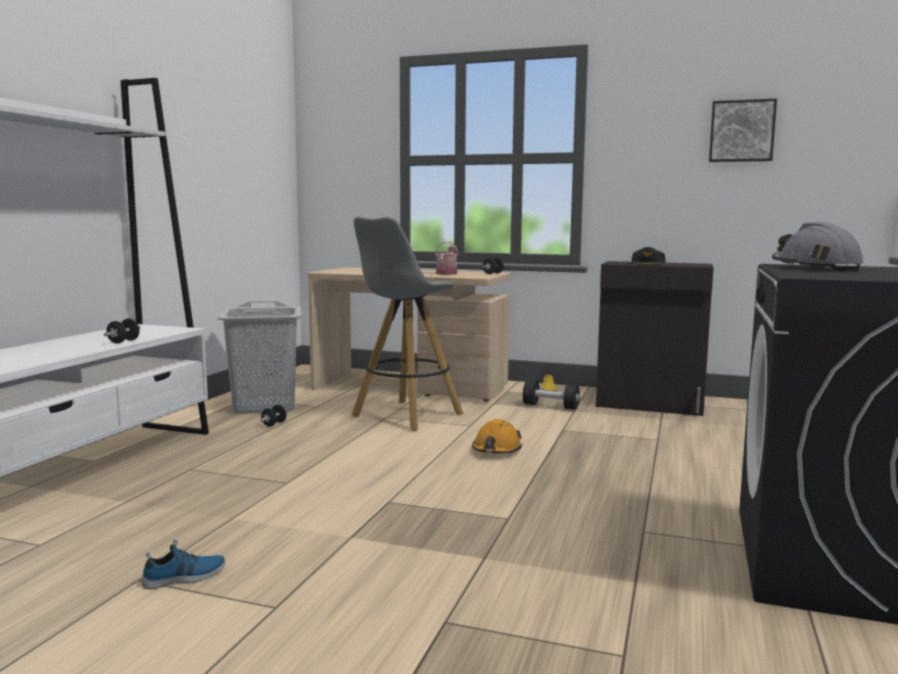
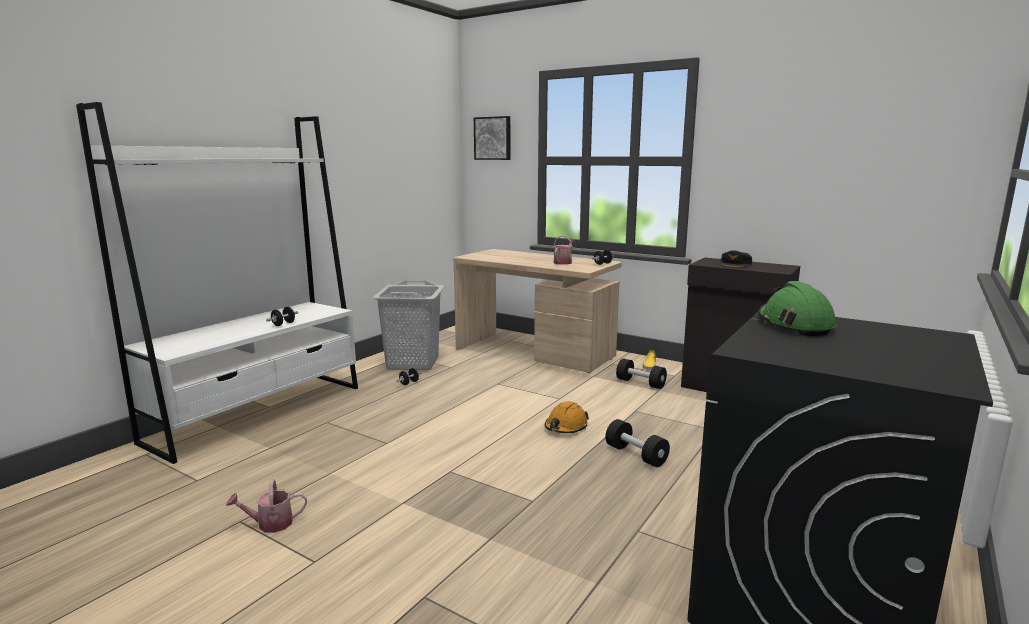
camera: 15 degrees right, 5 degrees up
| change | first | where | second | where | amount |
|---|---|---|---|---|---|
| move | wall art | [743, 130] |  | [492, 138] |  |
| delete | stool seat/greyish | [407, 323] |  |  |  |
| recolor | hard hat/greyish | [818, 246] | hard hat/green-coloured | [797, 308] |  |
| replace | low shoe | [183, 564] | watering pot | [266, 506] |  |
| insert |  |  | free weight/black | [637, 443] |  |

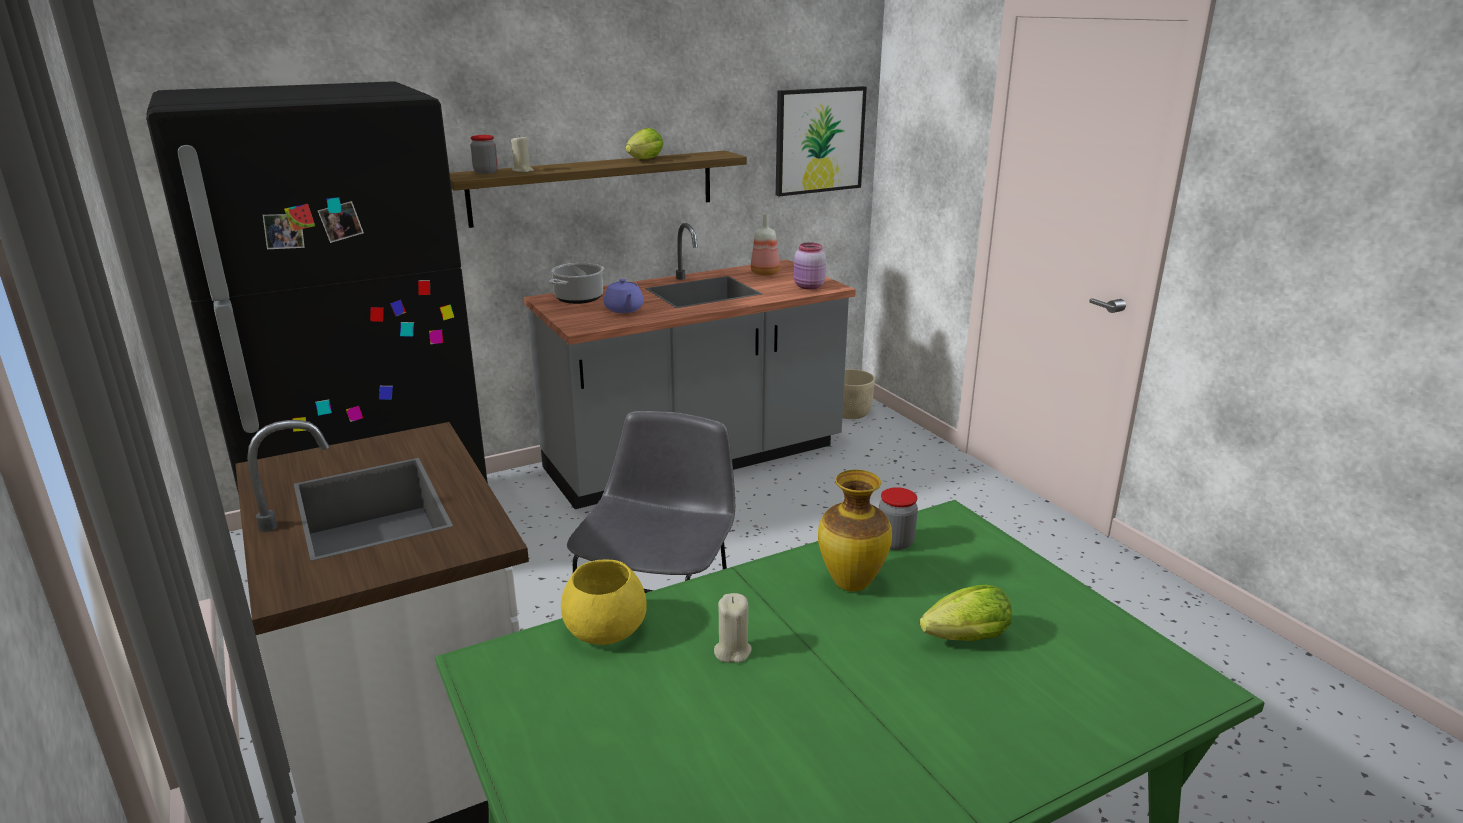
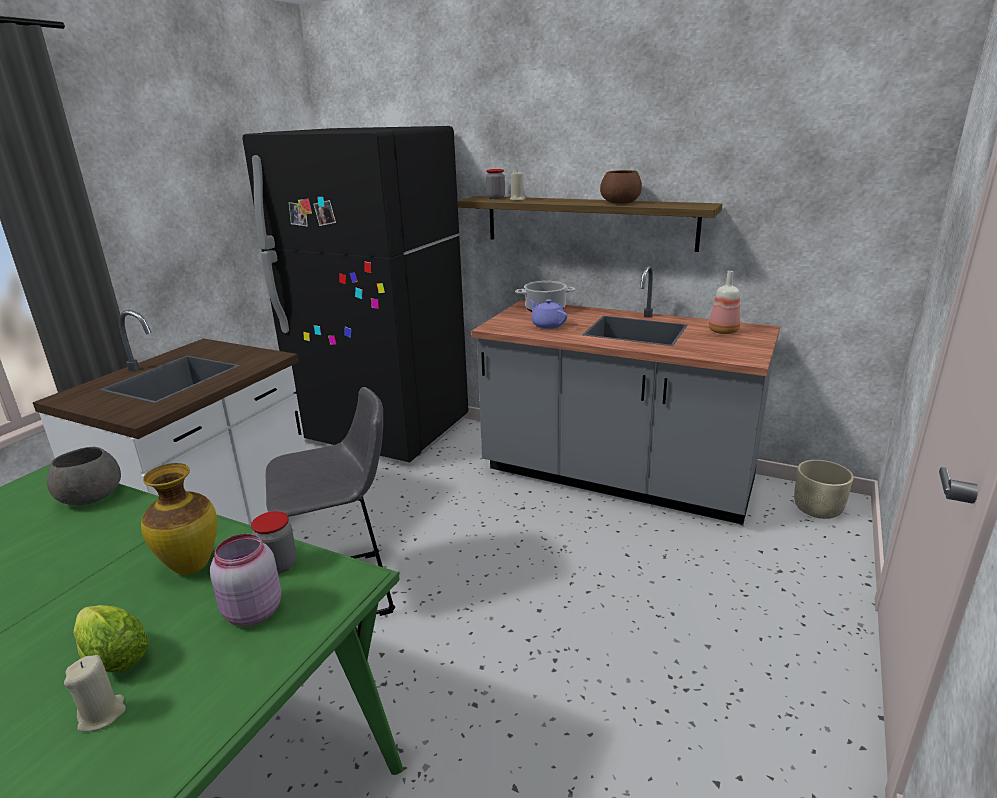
camera: 55 degrees right, 0 degrees up
| change | first | where | second | where | amount |
|---|---|---|---|---|---|
| delete | wall art | [821, 141] |  |  |  |
| replace | lettuce | [644, 143] | deep dish/brown | [621, 187] |  |
| move | jar/pink-coloured | [810, 266] |  | [246, 580] |  |
| rotate | tea pot/purple | [624, 296] |  | [548, 314] | 105 degrees clockwise |
| recolor | deep dish/yellow-coloured | [604, 602] | deep dish/greyish | [84, 476] |  |
| move | candle/beige | [733, 628] |  | [95, 693] |  |

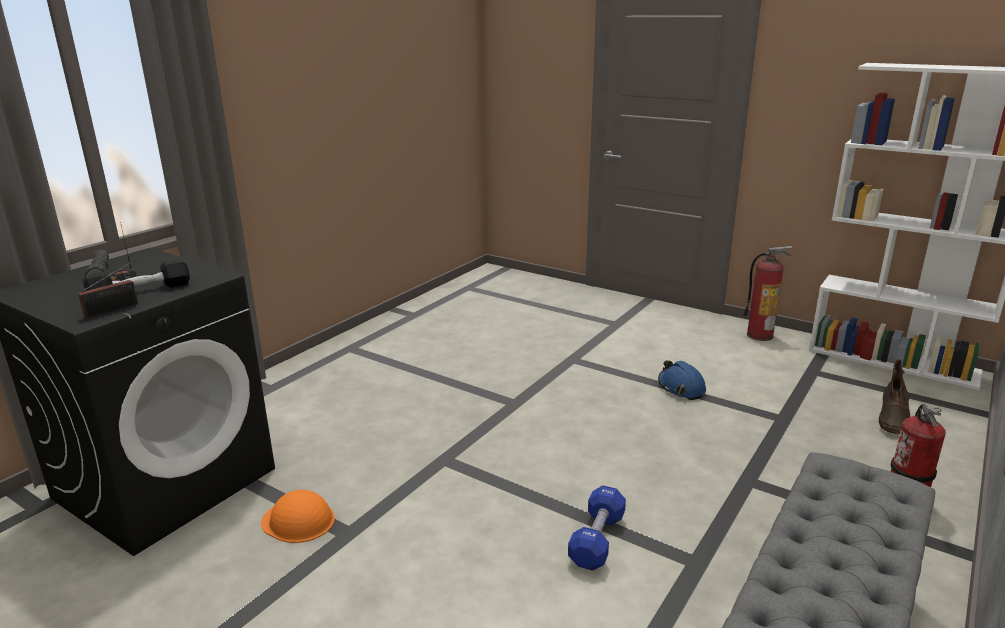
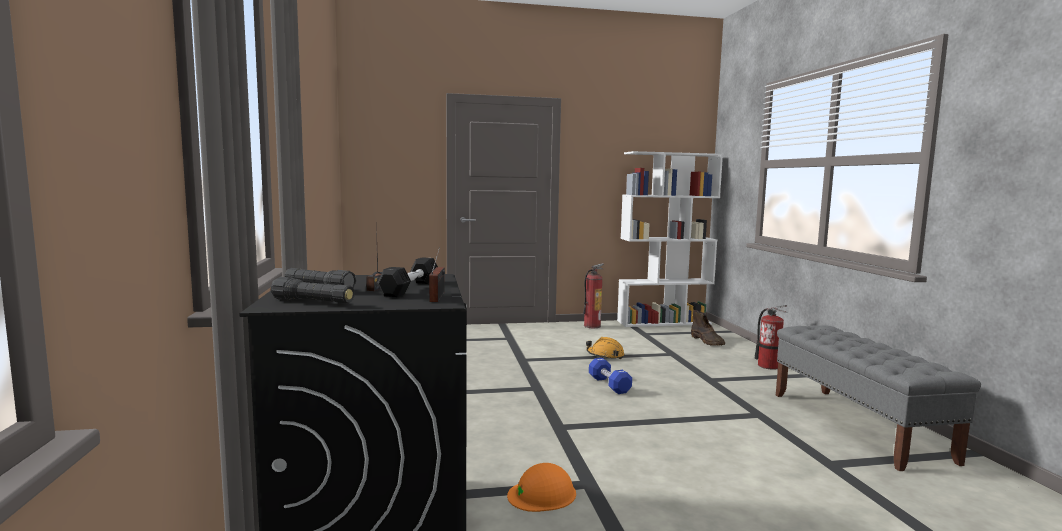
camera: 45 degrees left, 15 degrees down
| change | first | where | second | where | amount |
|---|---|---|---|---|---|
| recolor | hard hat/blue-coloured | [682, 380] | hard hat/orangey | [605, 348] |  |
| move | free weight/blue-coloured | [597, 528] |  | [610, 376] |  |
| insert |  |  | hand torch/black | [313, 290] |  |

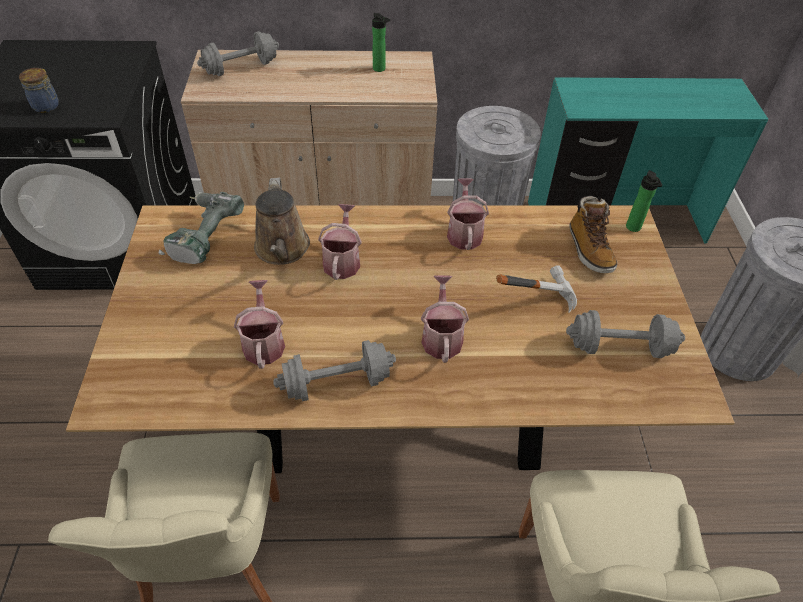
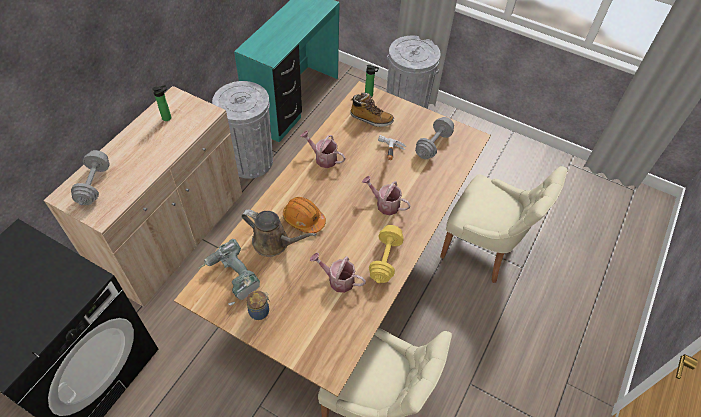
camera: 60 degrees left, 5 degrees up
| change | first | where | second | where | amount |
|---|---|---|---|---|---|
| move | jar | [39, 90] |  | [258, 305] |  |
| replace | watering pot | [340, 242] | hard hat/orangey | [304, 215] |  |
| recolor | free weight/greyish | [334, 370] | free weight/yellow-coloured | [386, 254] |  |

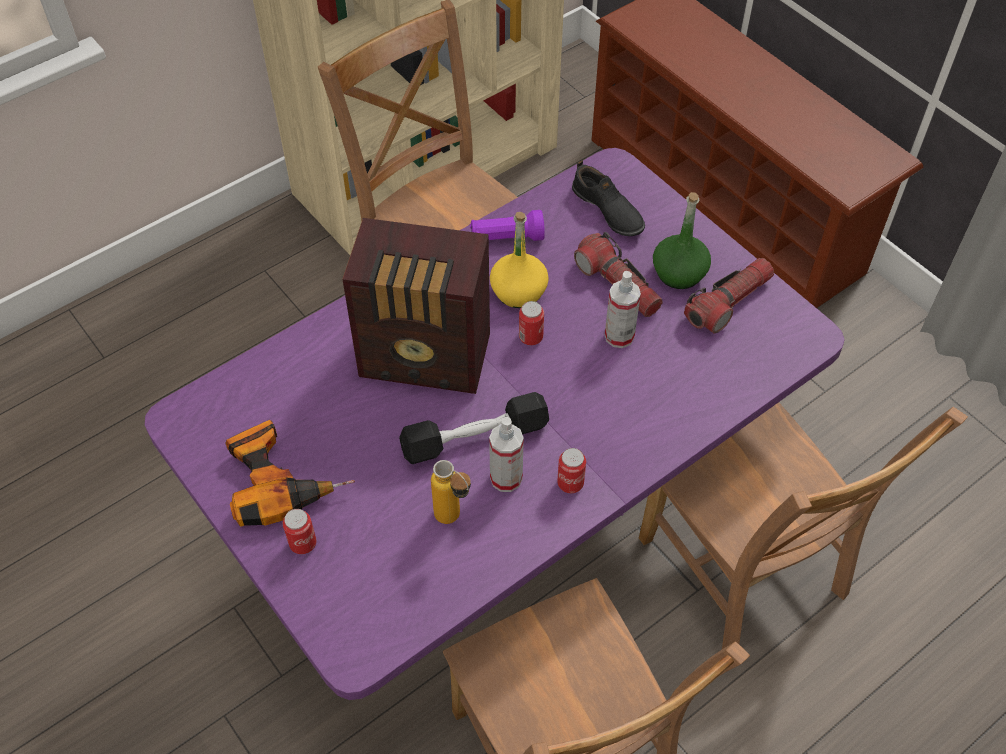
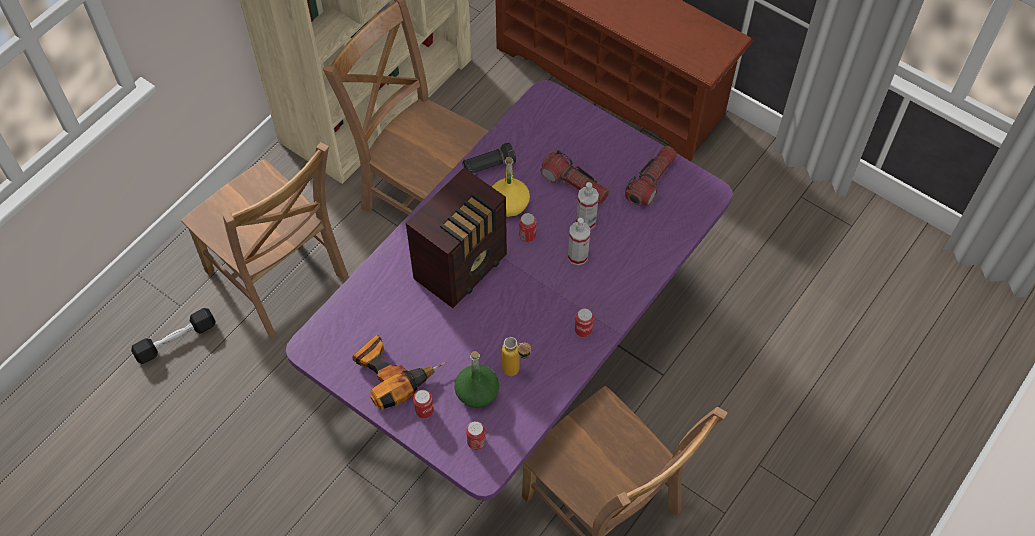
camera: 15 degrees left, 5 degrees up
| change | first | where | second | where | amount |
|---|---|---|---|---|---|
| delete | low shoe/black | [608, 198] |  |  |  |
| move | beverage bottle/green-coloured | [682, 240] |  | [476, 379] |  |
| recolor | hand torch/purple | [507, 225] | hand torch/black | [489, 158] |  |
| rotate | radio set | [416, 306] |  | [456, 238] | 45 degrees counterclockwise |
| move | free weight/black | [474, 428] |  | [173, 336] |  |
| move | chair/brown | [803, 525] |  | [264, 240] |  |
| move | spray bottle | [506, 454] |  | [579, 241] |  |
| insert |  |  | metal can | [476, 435] |  |

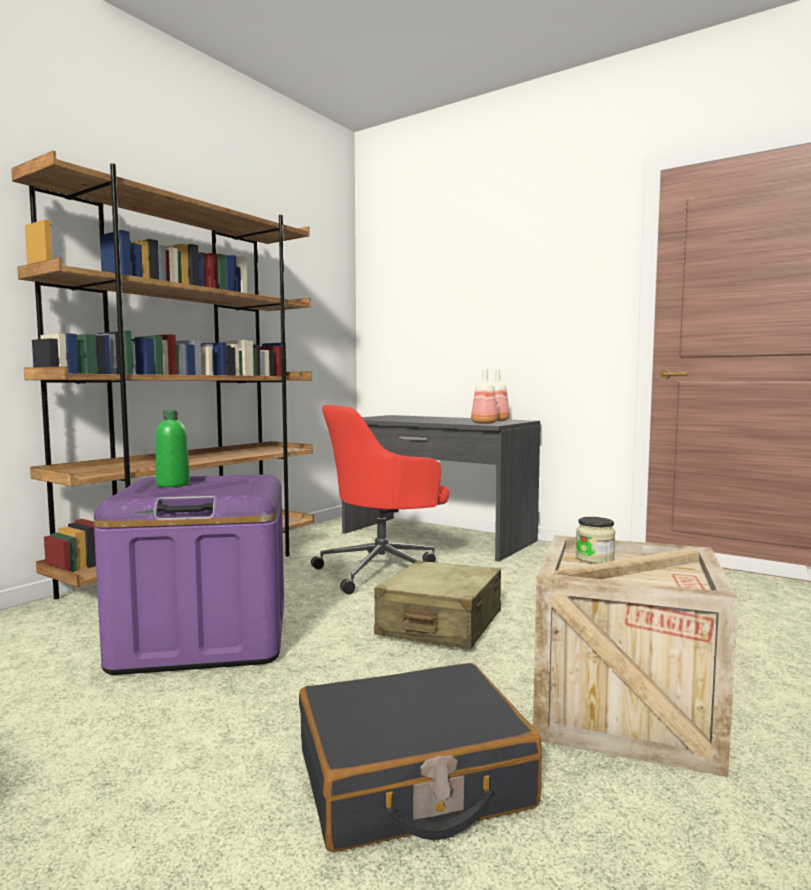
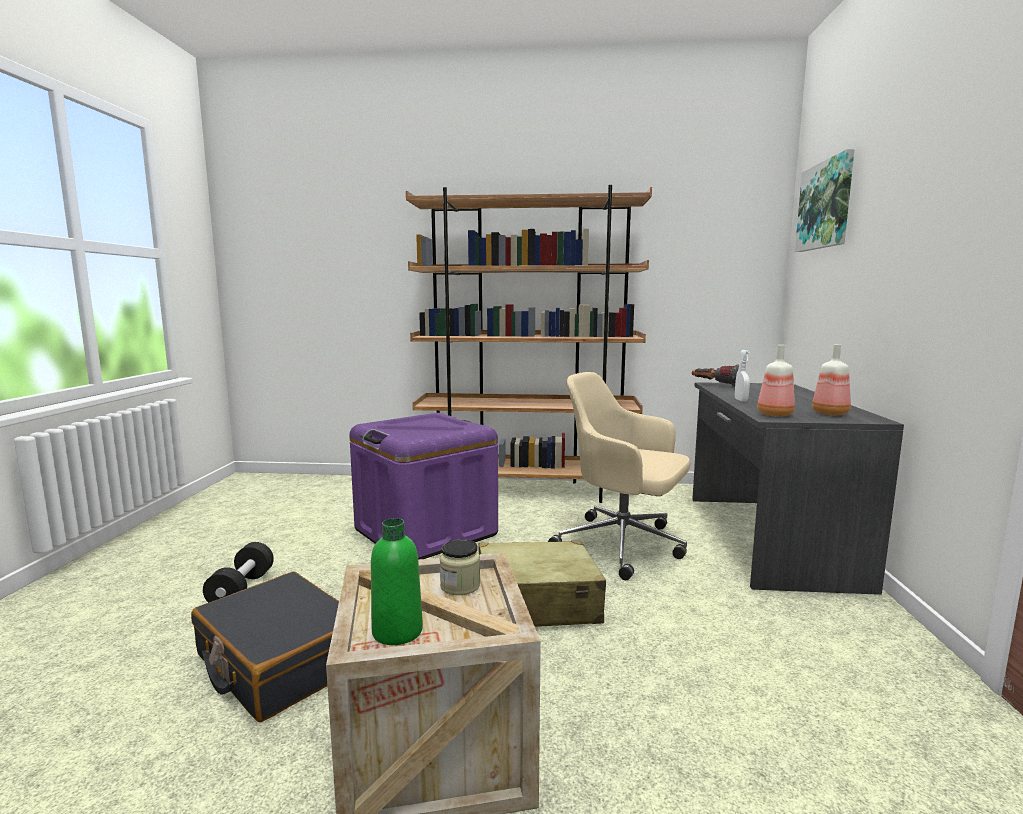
camera: 60 degrees right, 5 degrees up
| change | first | where | second | where | amount |
|---|---|---|---|---|---|
| recolor | desk chair/red | [380, 500] | desk chair/beige | [619, 476] |  |
| move | beverage bottle/green-coloured | [173, 448] |  | [397, 581] |  |
| insert |  |  | wall art | [825, 200] |  |
| insert |  |  | spray bottle/whitish | [742, 376] |  |
| insert |  |  | hand torch | [715, 375] |  |
| insert |  |  | free weight/black | [238, 572] |  |

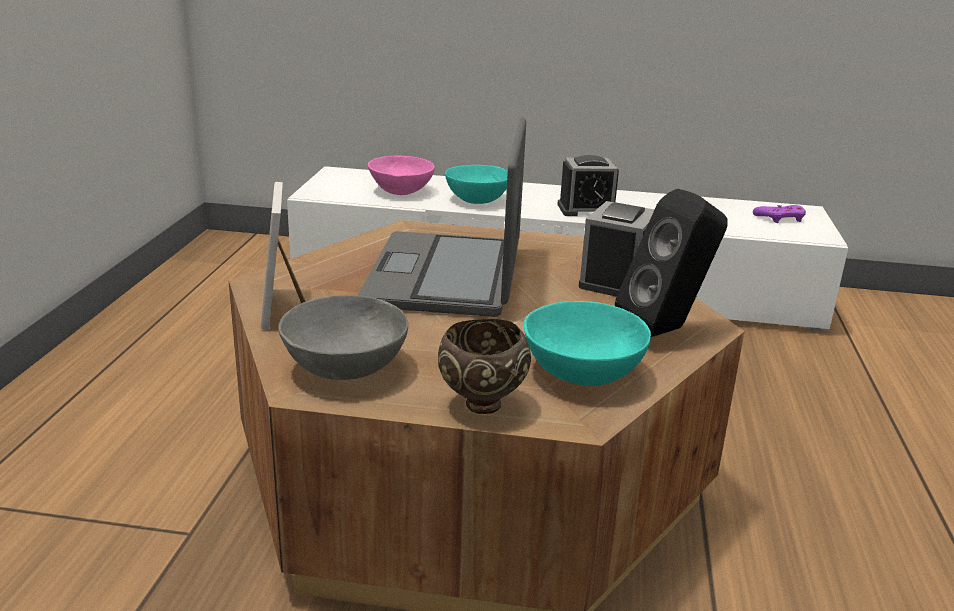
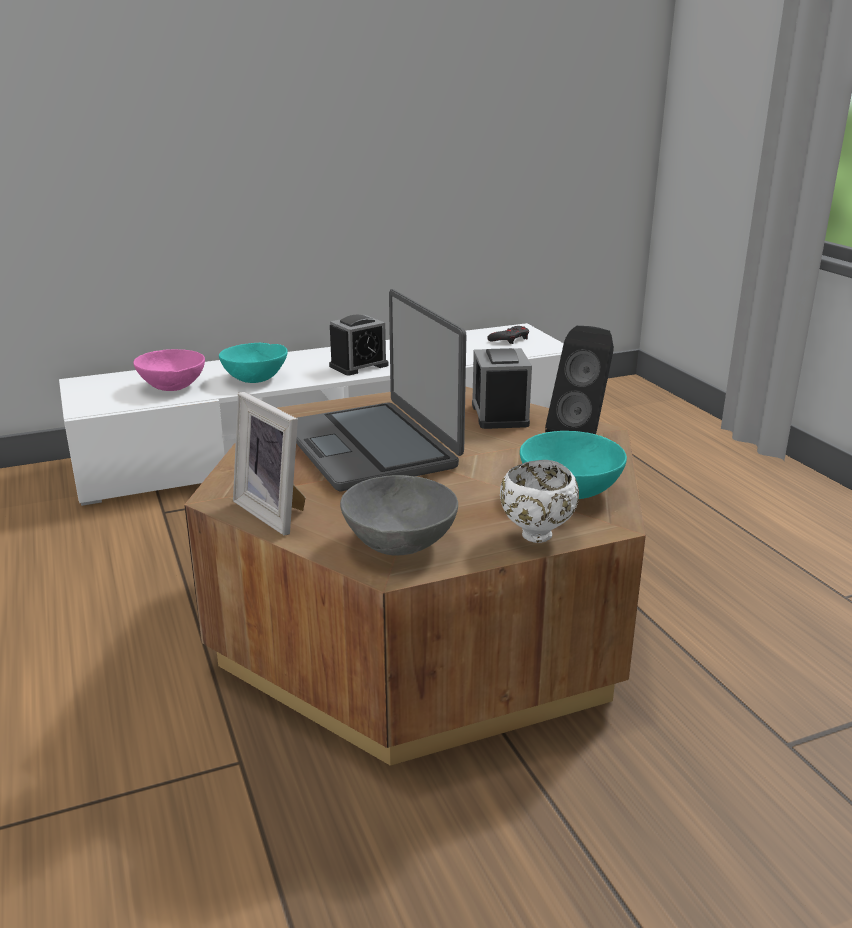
camera: 30 degrees left, 0 degrees up
| change | first | where | second | where | amount |
|---|---|---|---|---|---|
| recolor | game controller/purple | [779, 214] | game controller/greyish | [508, 335] |  |
| recolor | deep dish/brown | [484, 366] | deep dish/whitish | [539, 501] |  |

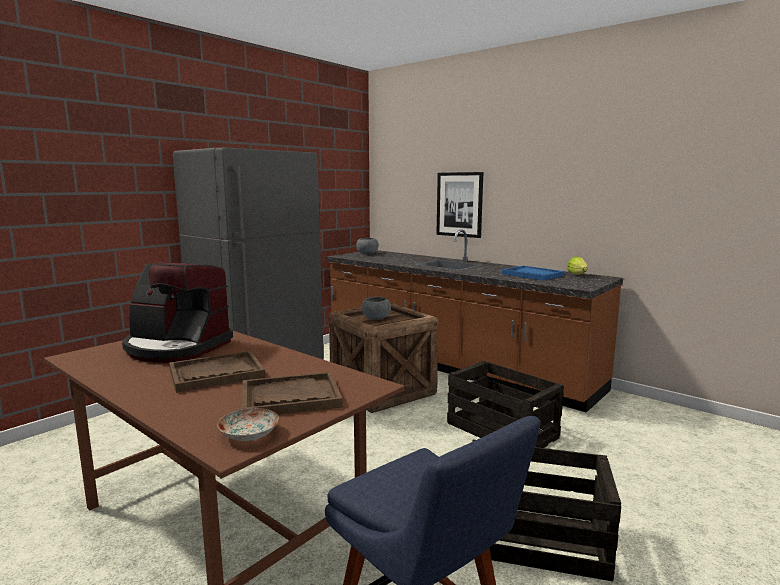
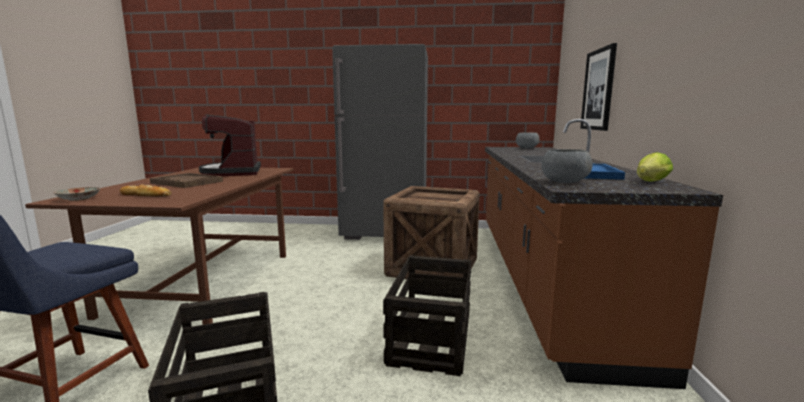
camera: 55 degrees right, 0 degrees up
| change | first | where | second | where | amount |
|---|---|---|---|---|---|
| move | deep dish/greyish | [376, 308] |  | [566, 166] |  |
| replace | carrying tray/brown | [292, 393] | bread | [146, 191] |  |

